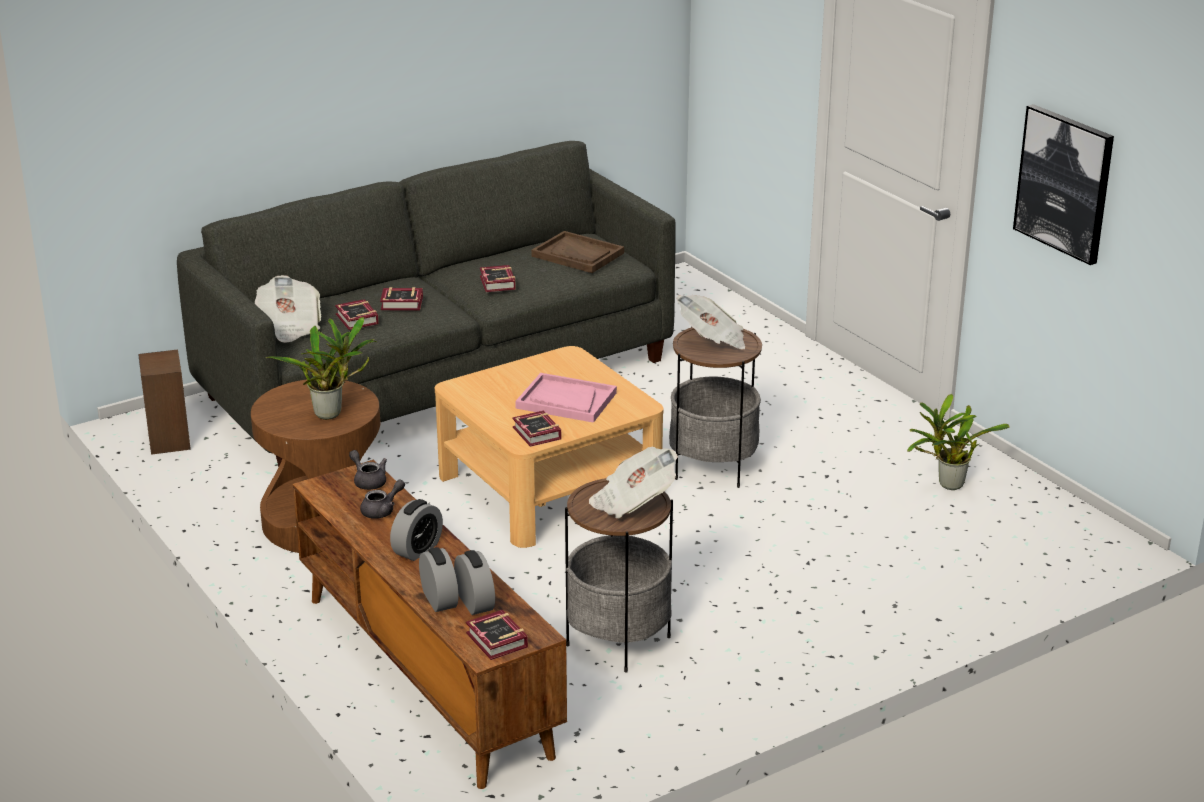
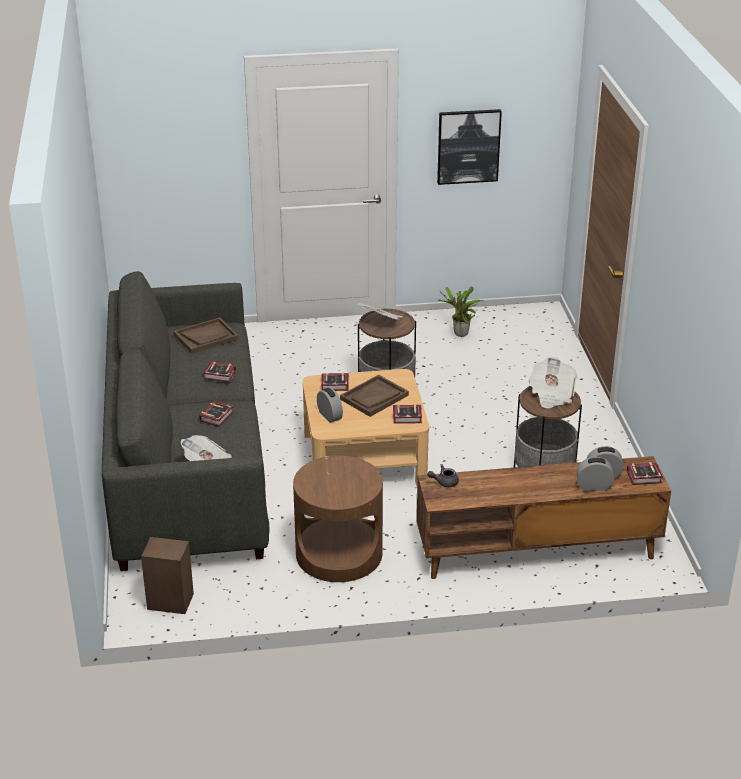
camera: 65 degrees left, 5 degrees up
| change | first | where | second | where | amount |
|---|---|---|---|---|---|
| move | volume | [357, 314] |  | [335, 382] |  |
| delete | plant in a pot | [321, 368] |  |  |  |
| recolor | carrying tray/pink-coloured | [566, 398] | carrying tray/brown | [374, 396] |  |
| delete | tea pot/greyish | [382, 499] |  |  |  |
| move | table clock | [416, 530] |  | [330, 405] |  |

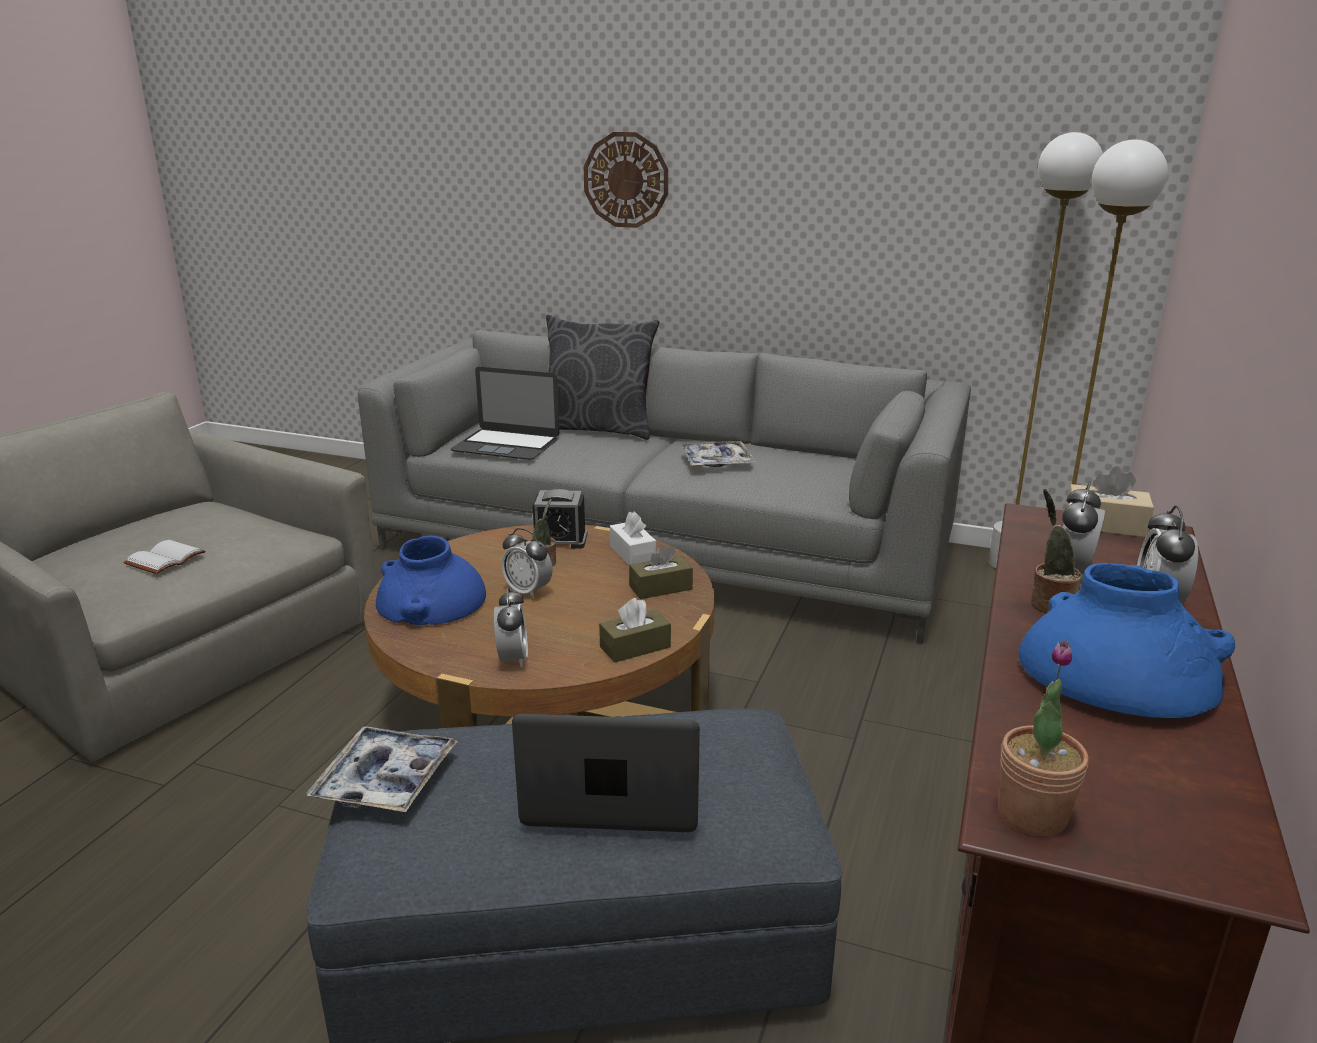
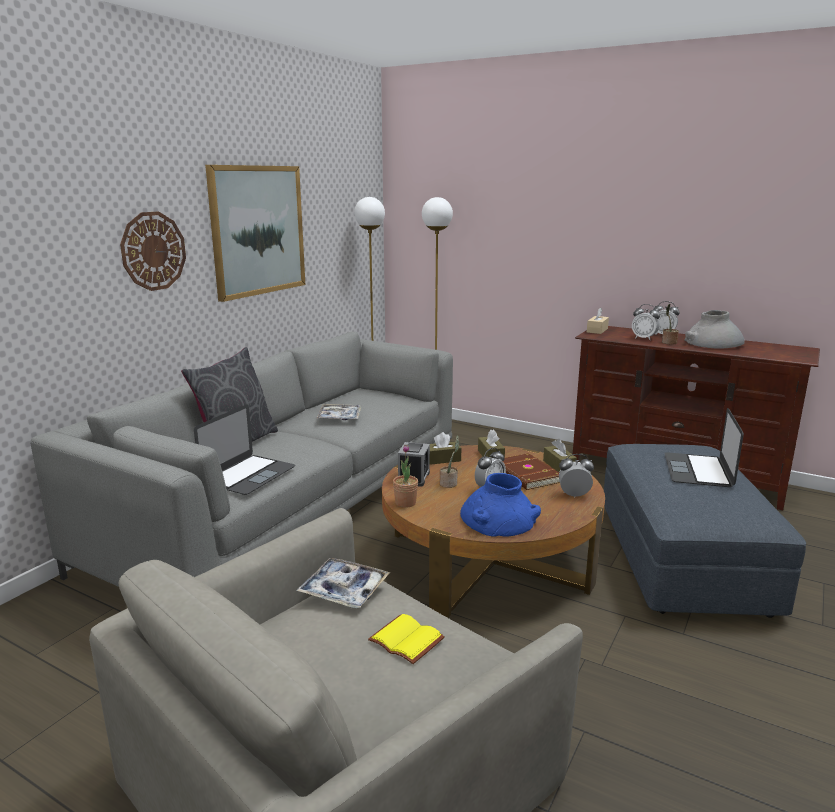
camera: 80 degrees left, 5 degrees down
| change | first | where | second | where | amount |
|---|---|---|---|---|---|
| recolor | box of tissues/whitish | [633, 538] | box of tissues/brown | [445, 448] |  |
| recolor | volume/whitish | [164, 557] | volume/yellow-coloured | [406, 639] |  |
| recolor | flower vase/blue-coloured | [1126, 640] | flower vase/greyish | [715, 329] |  |
| move | plant in a pot | [1043, 738] |  | [405, 476] |  |
| move | carrying tray | [382, 769] |  | [343, 583] |  |
| insert |  |  | wall art | [255, 233] |  |
| insert |  |  | volume/brown | [531, 471] |  |

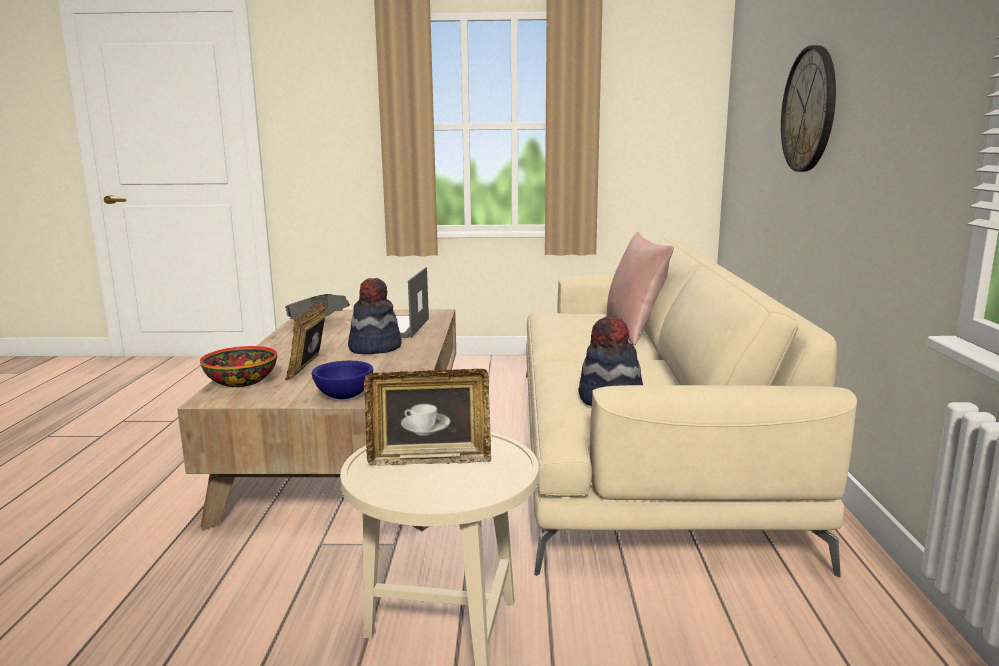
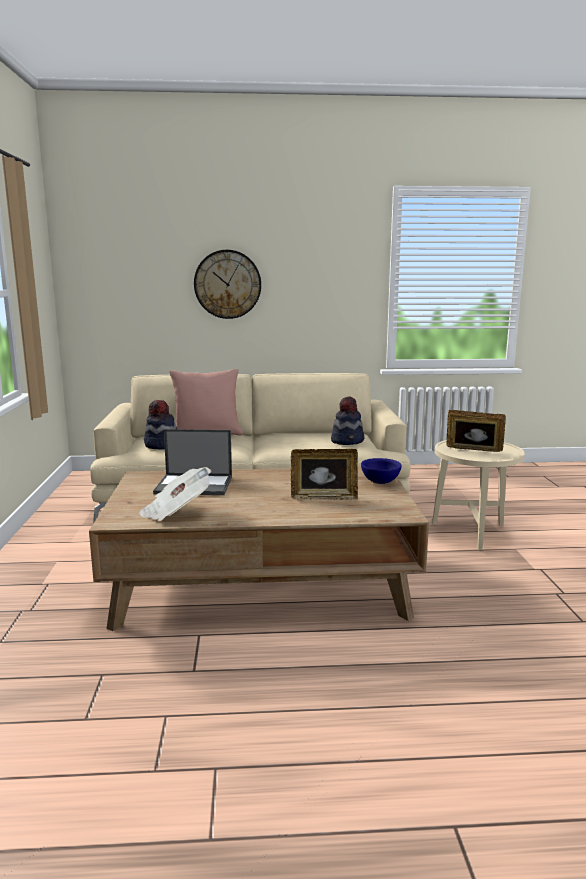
camera: 95 degrees left, 0 degrees up
| change | first | where | second | where | amount |
|---|---|---|---|---|---|
| move | wearable hat | [375, 316] |  | [160, 425] |  |
| delete | deep dish | [238, 366] |  |  |  |
| rotate | photo frame | [427, 417] |  | [476, 431] | 60 degrees counterclockwise |

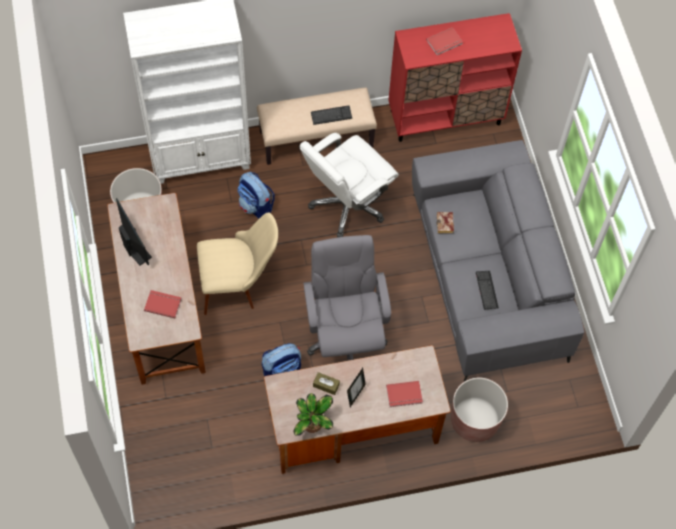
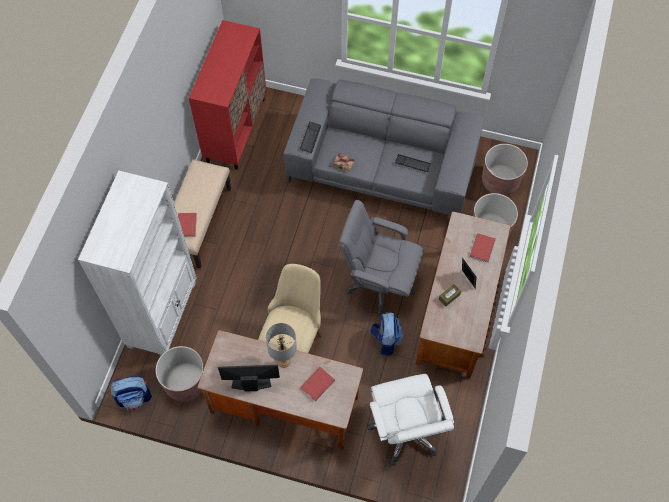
camera: 60 degrees left, 0 degrees up
| change | first | where | second | where | amount |
|---|---|---|---|---|---|
| move | volume/red | [444, 41] |  | [187, 225] |  |
| move | PC keyboard | [331, 115] |  | [310, 137] |  |
| move | desk chair/whitish | [349, 185] |  | [410, 420] |  |
| move | backpack | [256, 195] |  | [131, 393] |  |
| delete | plant in a pot | [313, 414] |  |  |  |
| insert |  |  | plant pot/brown | [505, 170] |  |
| insert |  |  | table lamp/greyish | [281, 345] |  |

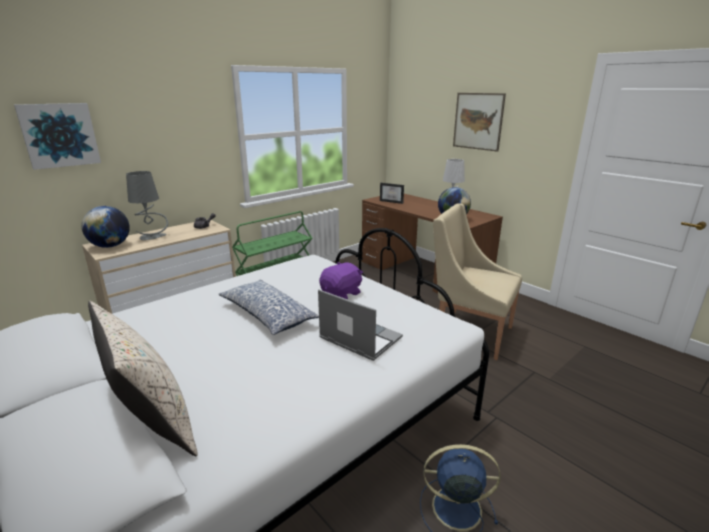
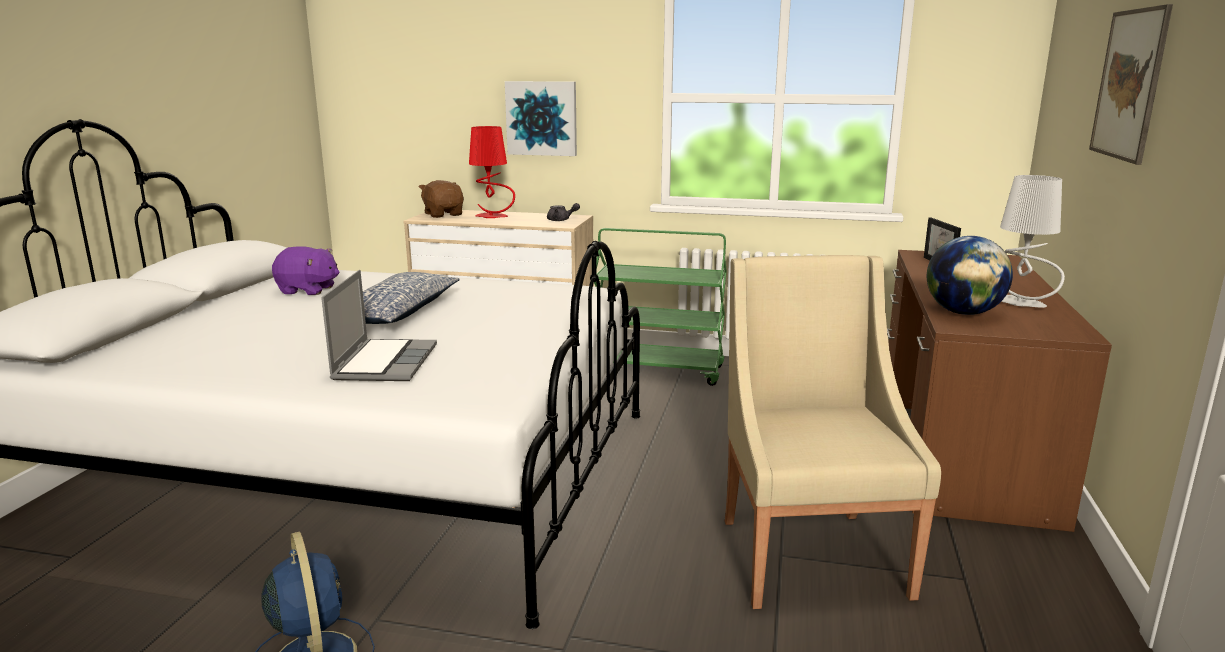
camera: 55 degrees right, 5 degrees down
| change | first | where | second | where | amount |
|---|---|---|---|---|---|
| move | wall art | [57, 136] |  | [541, 118] |  |
| recolor | table lamp/greyish | [147, 205] | table lamp/red | [492, 172] |  |
| replace | globe | [105, 227] | plush toy/brown | [441, 199] |  |
| move | plush toy/purple | [341, 280] |  | [305, 270] |  |
| delete | throw pillow/beige | [143, 378] |  |  |  |

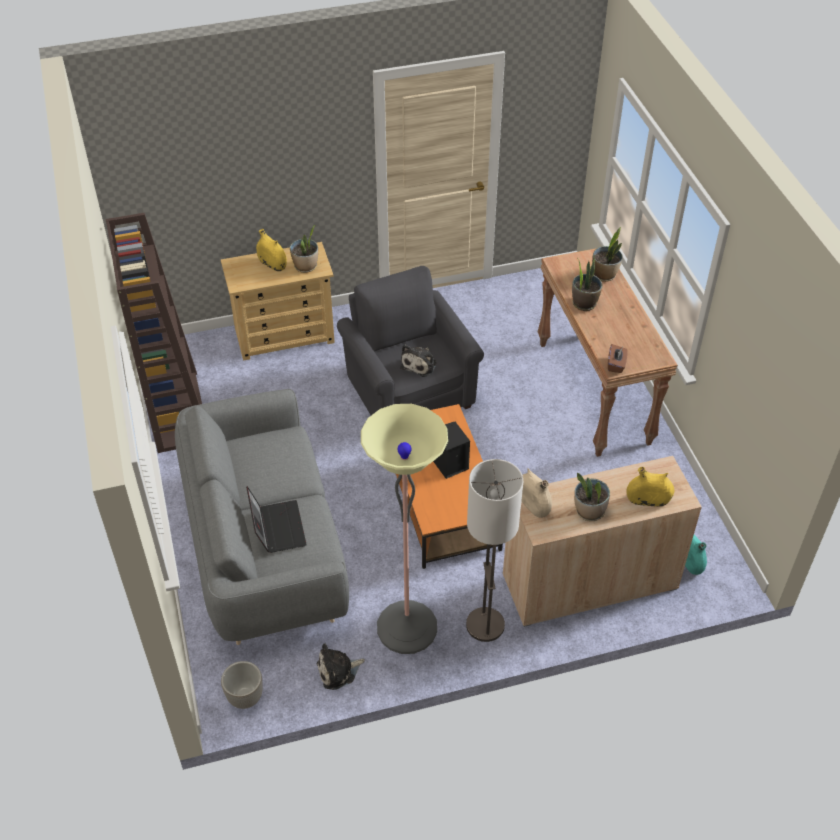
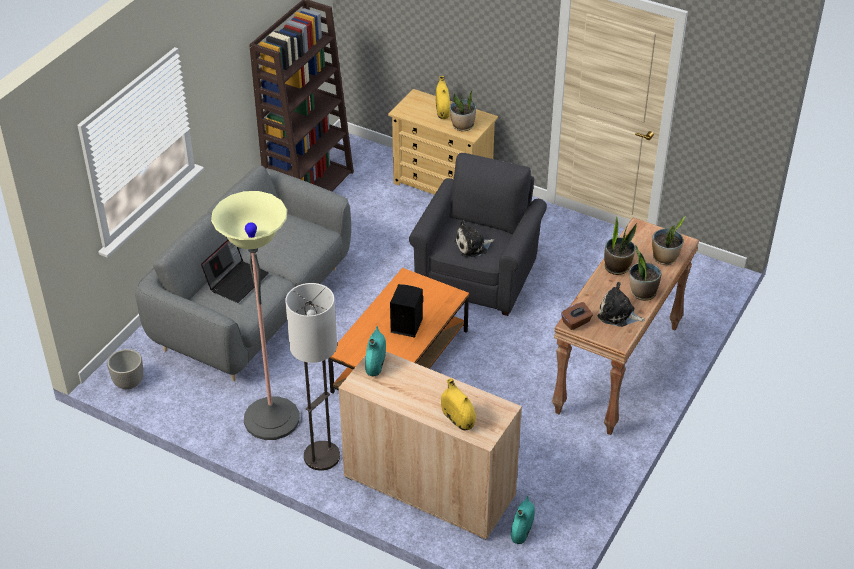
camera: 45 degrees right, 5 degrees down
| change | first | where | second | where | amount |
|---|---|---|---|---|---|
| recolor | flower vase/beige | [537, 493] | flower vase/blue-green | [375, 351] |  |
| move | plant in a pot | [592, 497] |  | [645, 273] |  |
| move | plush toy | [340, 666] |  | [621, 304] |  |

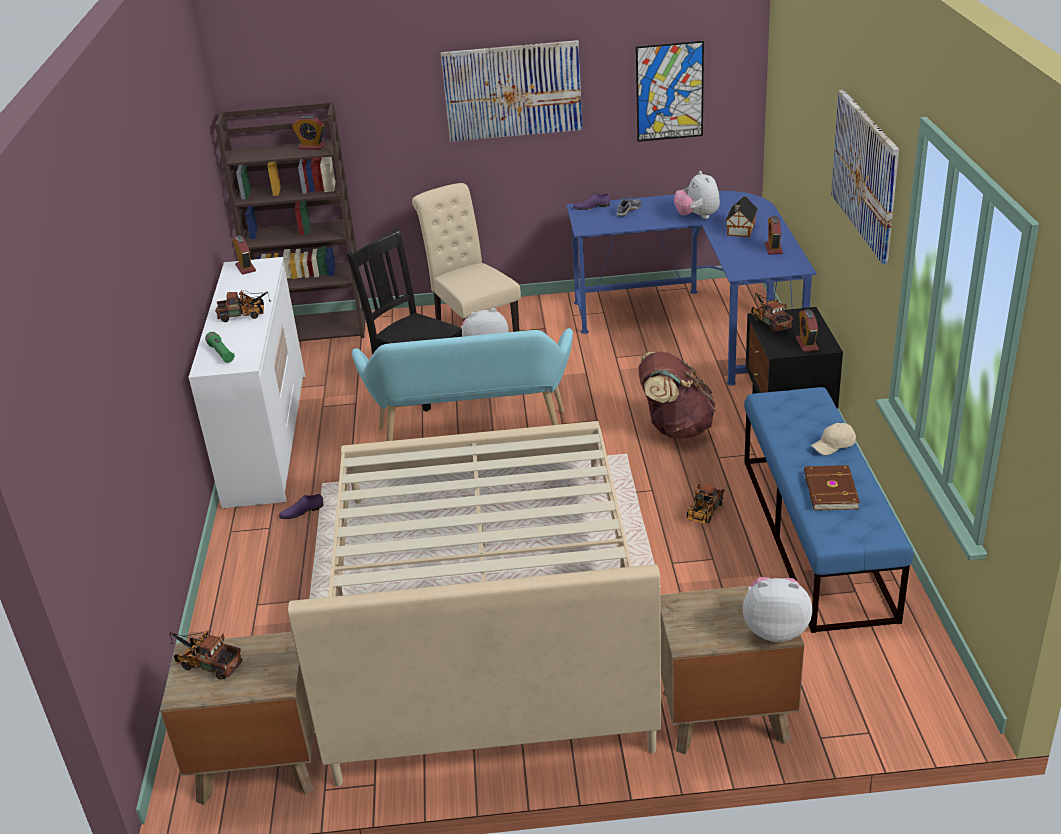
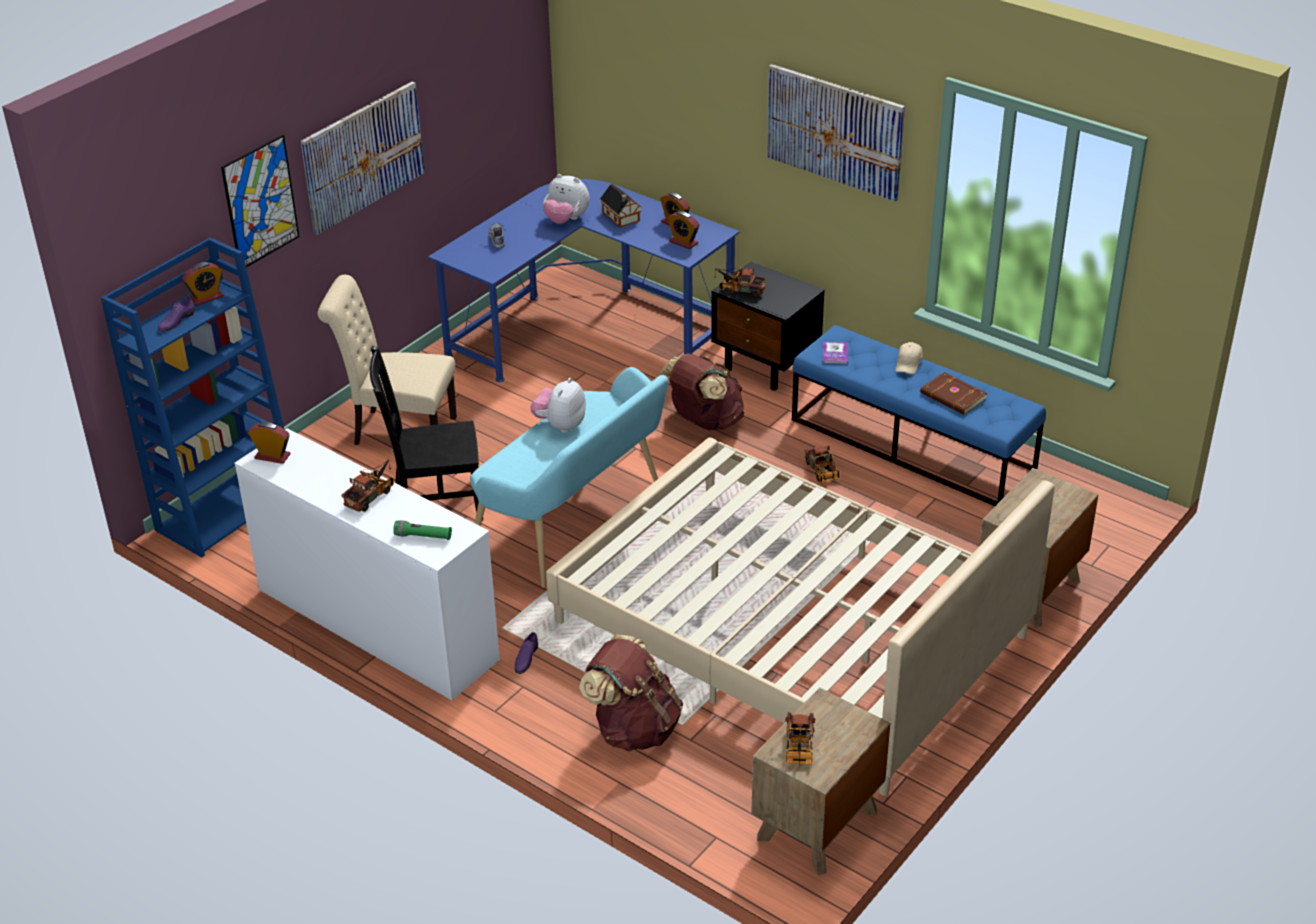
camera: 50 degrees left, 5 degrees up
| change | first | where | second | where | amount |
|---|---|---|---|---|---|
| move | wall art | [670, 91] |  | [260, 201] |  |
| recolor | bookshelf/brown | [290, 221] | bookshelf/blue-coloured | [192, 397] |  |
| move | low shoe/purple | [591, 201] |  | [176, 315] |  |
| move | table clock | [807, 330] |  | [683, 230] |  |
| delete | plush toy | [777, 609] |  |  |  |
| rotate | model truck | [206, 655] |  | [800, 739] | 60 degrees counterclockwise |
| insert |  |  | volume | [835, 353] |  |
| insert |  |  | backpack/brown | [631, 693] |  |

